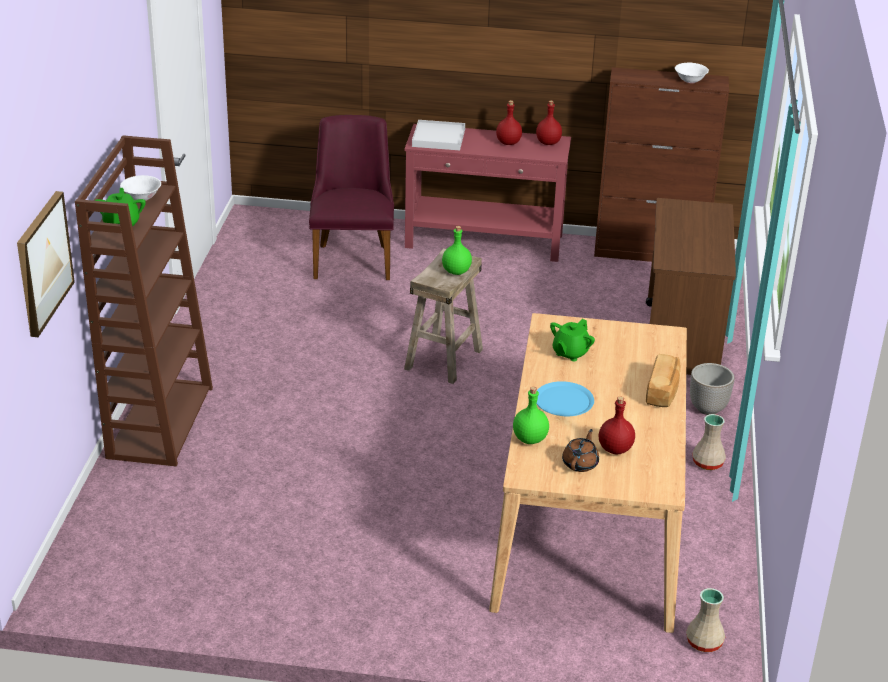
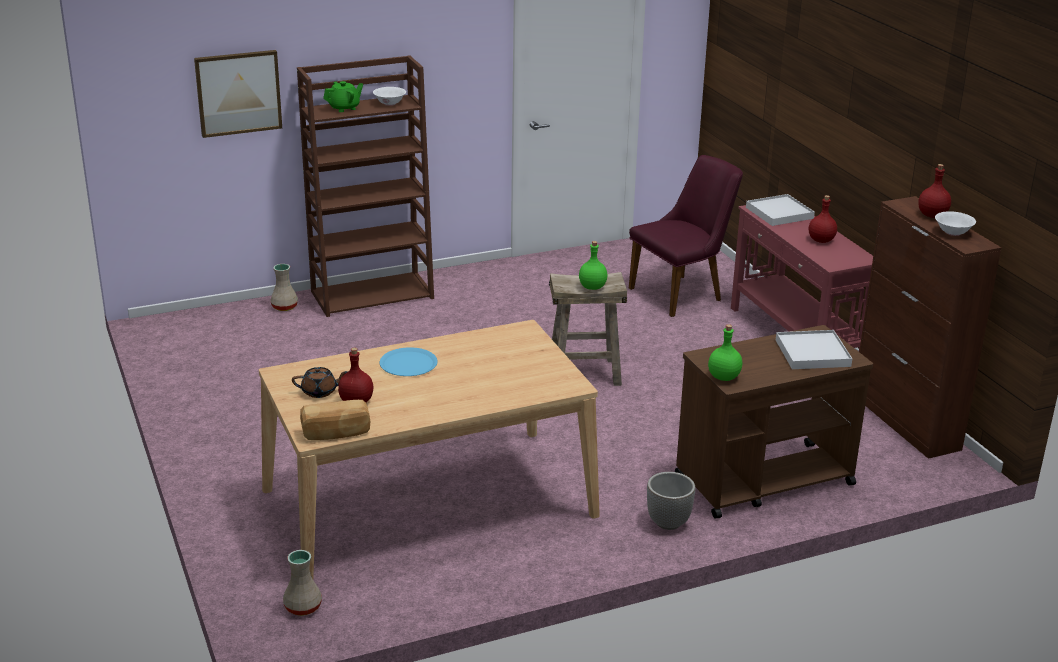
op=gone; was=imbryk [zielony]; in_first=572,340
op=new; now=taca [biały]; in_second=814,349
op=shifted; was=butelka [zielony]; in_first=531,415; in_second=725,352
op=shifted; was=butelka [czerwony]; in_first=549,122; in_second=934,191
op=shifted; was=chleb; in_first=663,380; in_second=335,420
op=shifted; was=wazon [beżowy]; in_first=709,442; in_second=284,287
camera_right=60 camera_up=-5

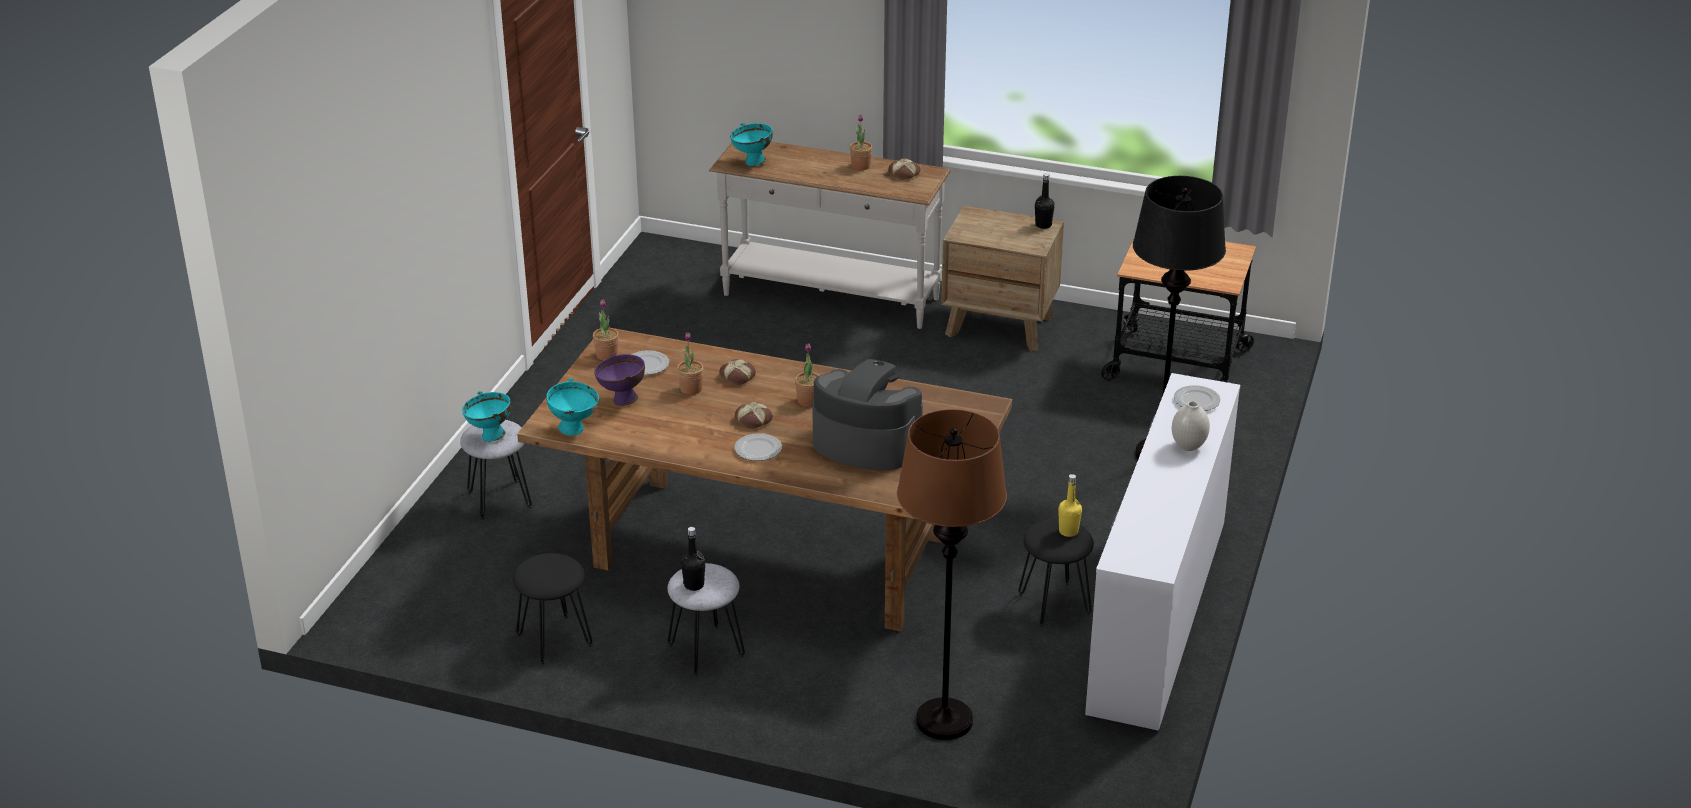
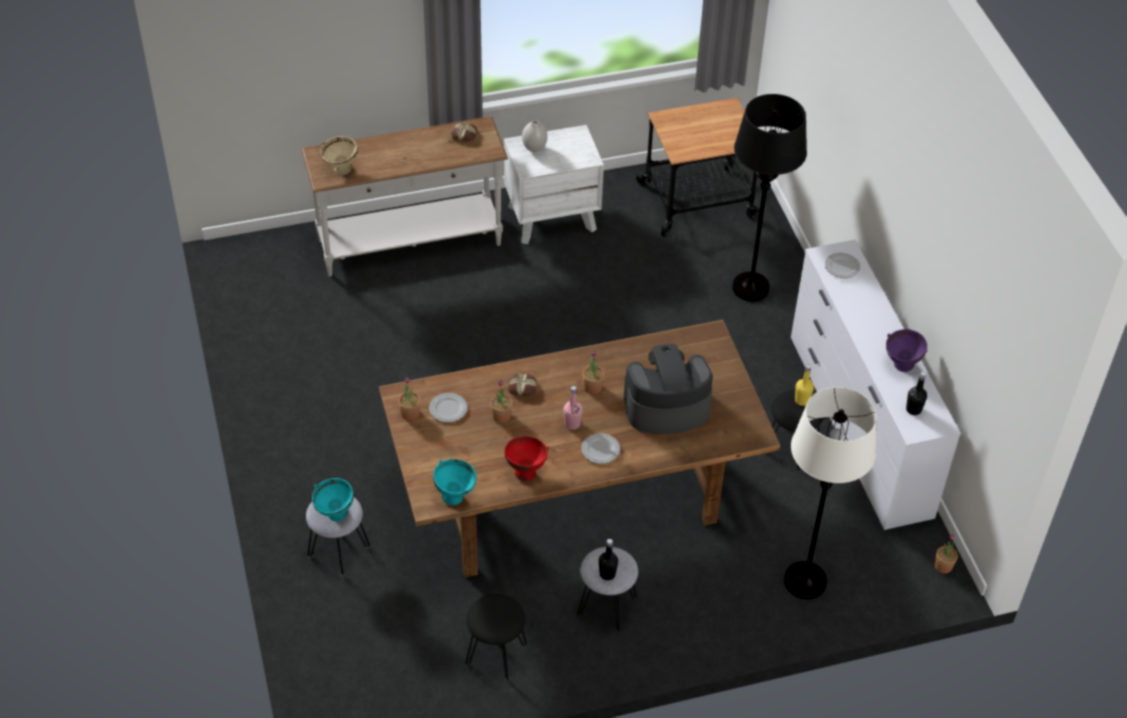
op=new; now=miska [czerwony]; in_second=526,458
op=shifted; was=miska [fioletowy]; in_first=619,379; in_second=906,350
op=shifted; was=roślina doniczkowa; in_first=861,142; in_second=946,554
op=shifted; was=butelka [czarny]; in_first=1045,201; in_second=916,393
op=shifted; was=wazon [biały]; in_first=1191,426; in_second=535,136
op=swapped; was=chleb; now=butelka [różowy]; in_first=754,415; in_second=573,408
op=repainted; was=miska [turkusowy]; now=miska [beżowy]; in_first=751,144; in_second=339,156
op=repainted; was=lampa stojąca [brązowy]; now=lampa stojąca [biały]; in_first=952,574; in_second=830,493
op=repainted; was=szafka nocna [brązowy]; now=szafka nocna [biały]; in_first=1002,278; in_second=554,184
camera_right=-35 camera_up=15

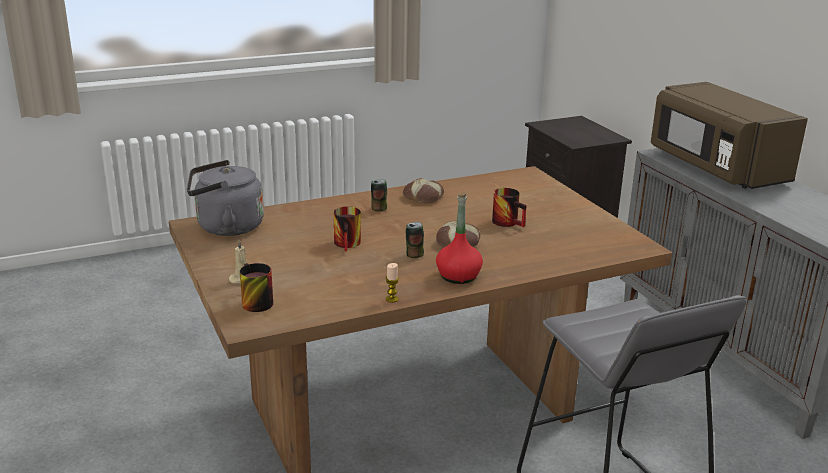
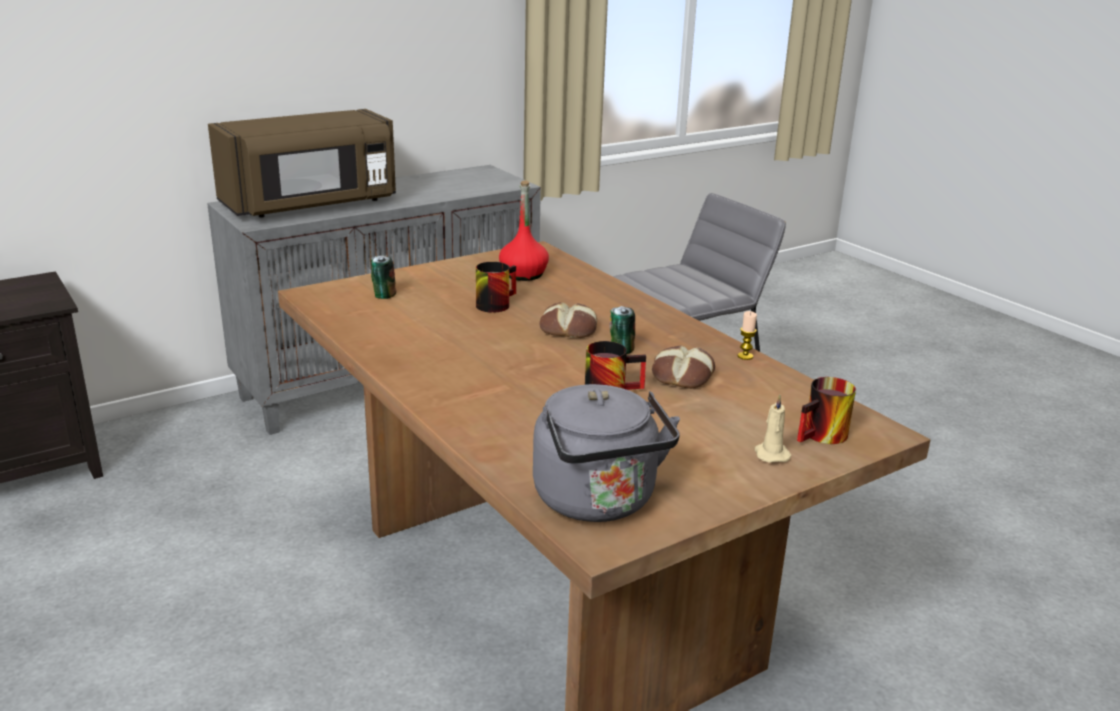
op=shifted; was=puszka; in_first=379,195; in_second=383,277
op=shifted; was=chleb; in_first=423,190; in_second=683,367
op=shifted; was=butelka [czerwony]; in_first=459,238; in_second=524,230
camera_right=-100 camera_up=0

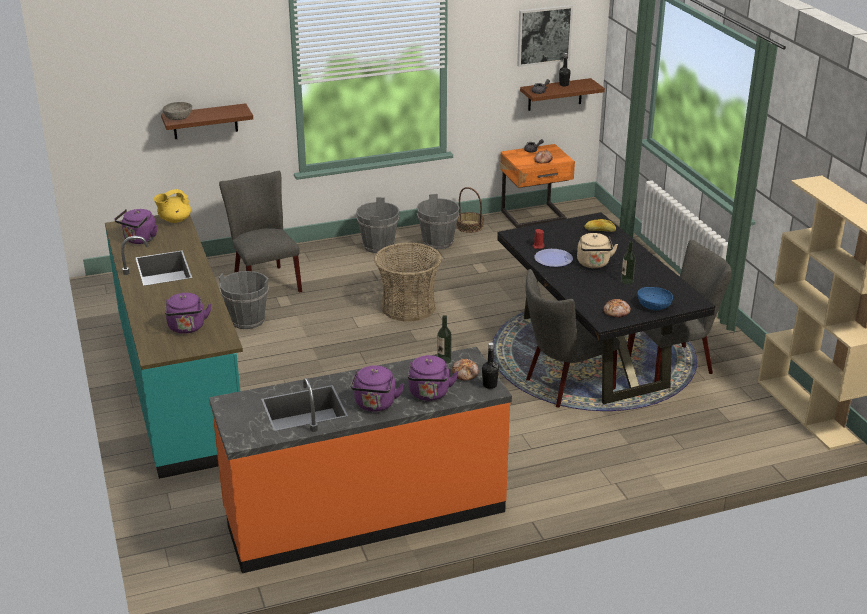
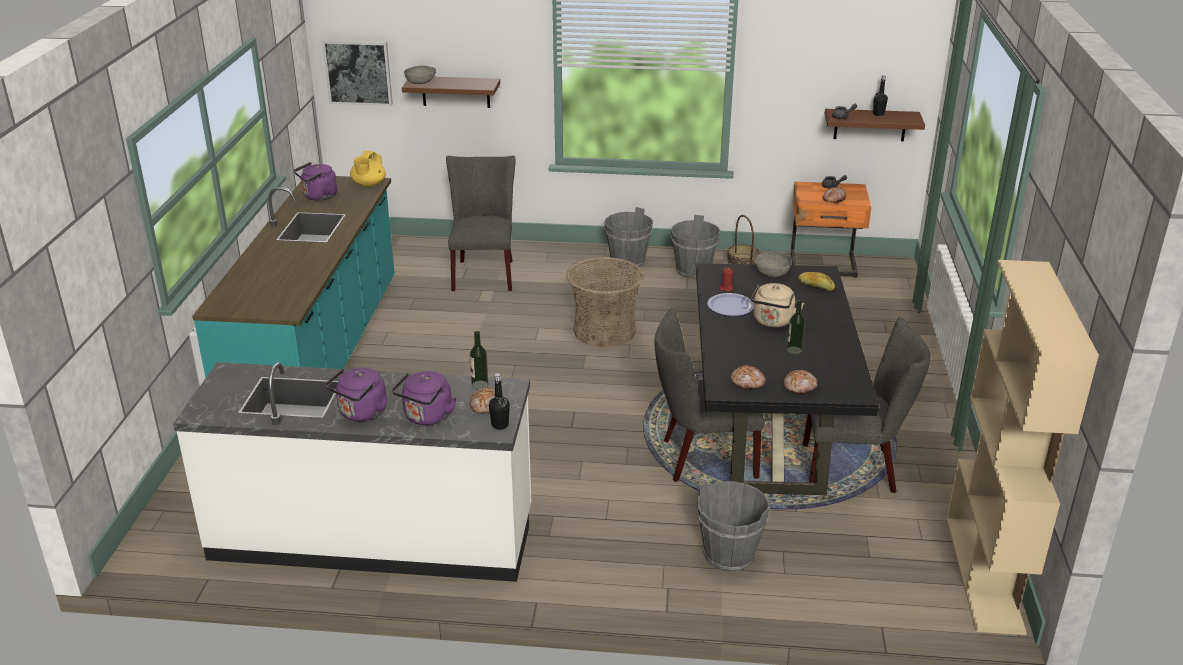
op=gone; was=czajnik [fioletowy]; in_first=188,313
op=new; now=miska [szary]; in_second=773,264
op=shifted; was=wiadro [szary]; in_first=244,300; in_second=733,526
op=shifted; was=obraz; in_first=545,36; in_second=357,73
op=swapped; was=miska [niebieski]; now=chleb; in_first=655,298; in_second=800,382
op=repainted; was=zabudowa kuchenna [pomarańczowy]; now=zabudowa kuchenna [biały]; in_first=360,460; in_second=352,472
op=rotated; was=imbryk [żółty]; in_first=172,206; in_second=368,169; clockwise=-60
camera_right=25 camera_up=0

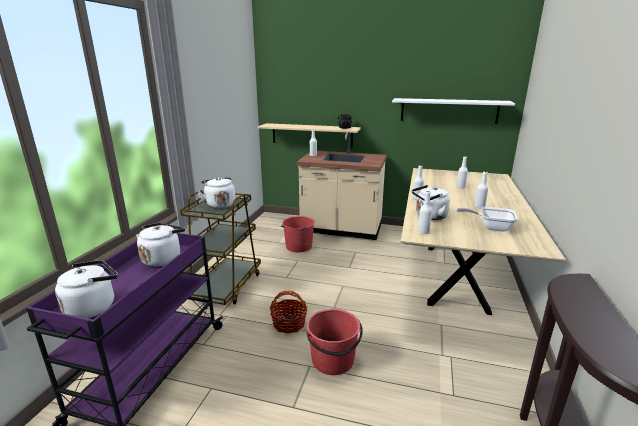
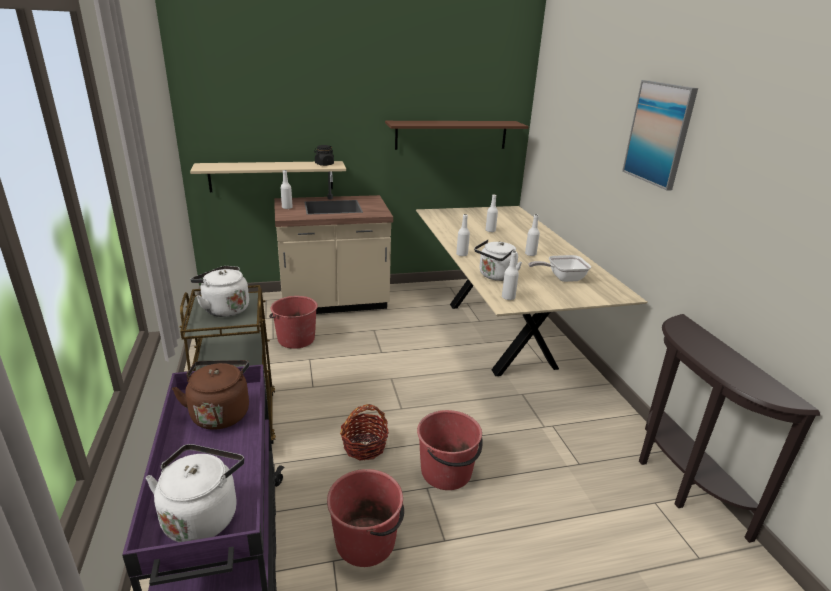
op=new; now=wiadro [czerwony]; in_second=365,518
op=new; now=obraz; in_second=660,135
op=repainted; was=czajnik [biały]; now=czajnik [brązowy]; in_first=160,245; in_second=210,394
op=repainted; was=półka [biały]; now=półka [brązowy]; in_first=453,111; in_second=456,135
camera_right=-30 camera_up=5

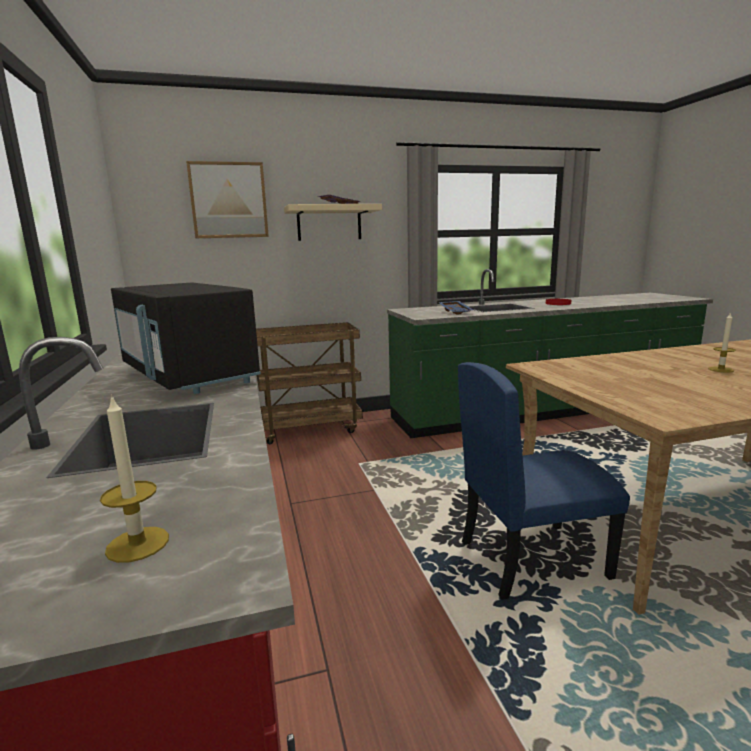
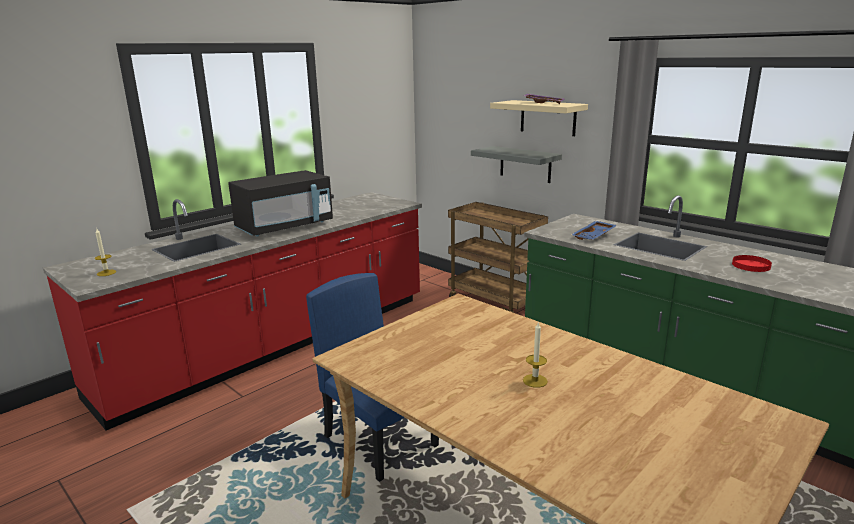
op=gone; was=obraz; in_first=227,199
op=new; now=półka [szary]; in_second=516,164
op=rotated; was=mikrofalówka [czarny]; in_first=186,338; in_second=280,203; clockwise=-150
camera_right=60 camera_up=5

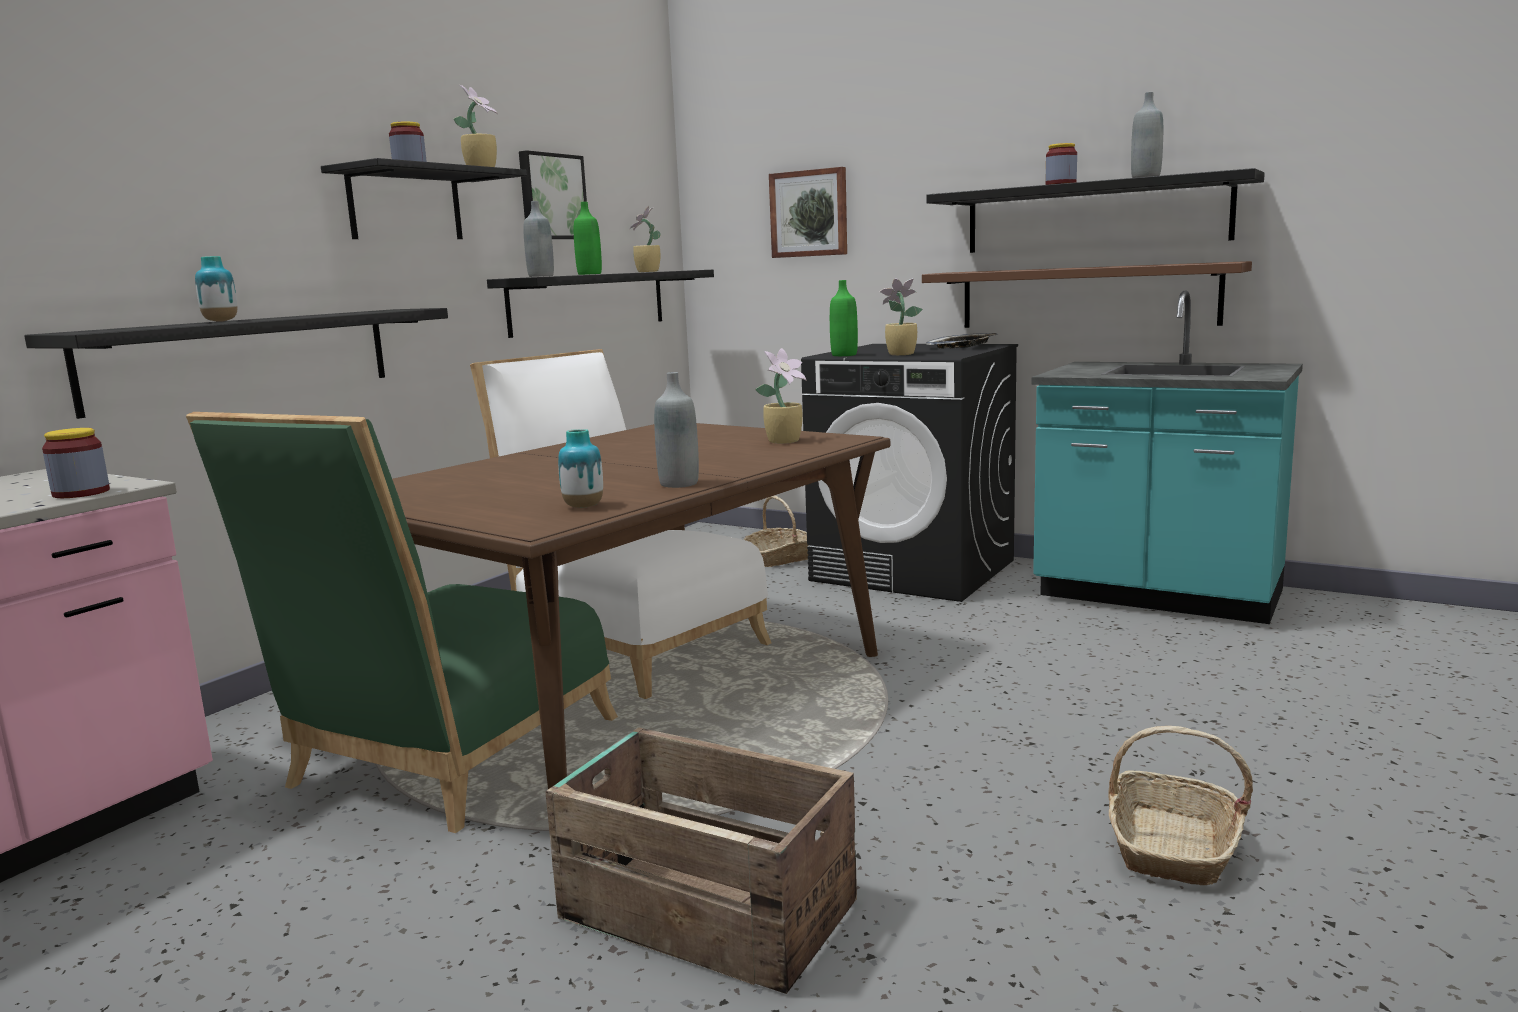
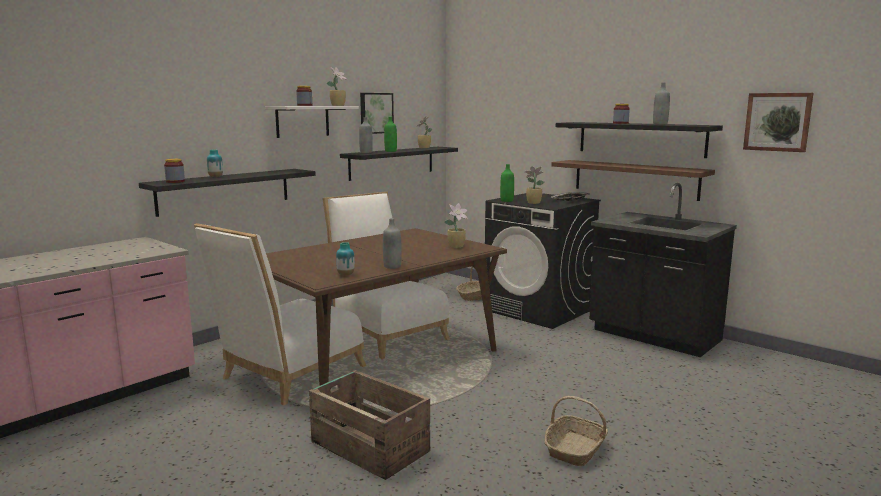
op=shifted; was=słoik; in_first=76,463; in_second=174,171
op=shifted; was=obraz; in_first=808,212; in_second=778,122
op=repainted; was=krzesło [zielony]; now=krzesło [biały]; in_first=402,622; in_second=280,314
op=repainted; was=półka [czarny]; now=półka [biały]; in_first=424,198; in_second=312,122
op=repainted; was=zabudowa kuchenna [turkusowy]; now=zabudowa kuchenna [czarny]; in_first=1167,457; in_second=663,270
camera_right=10 camera_up=0

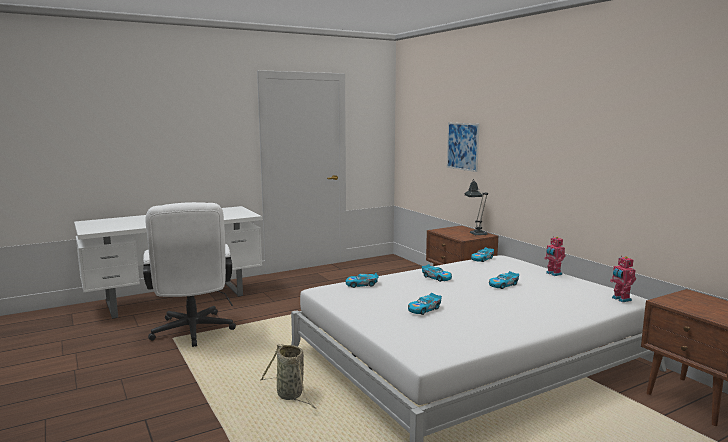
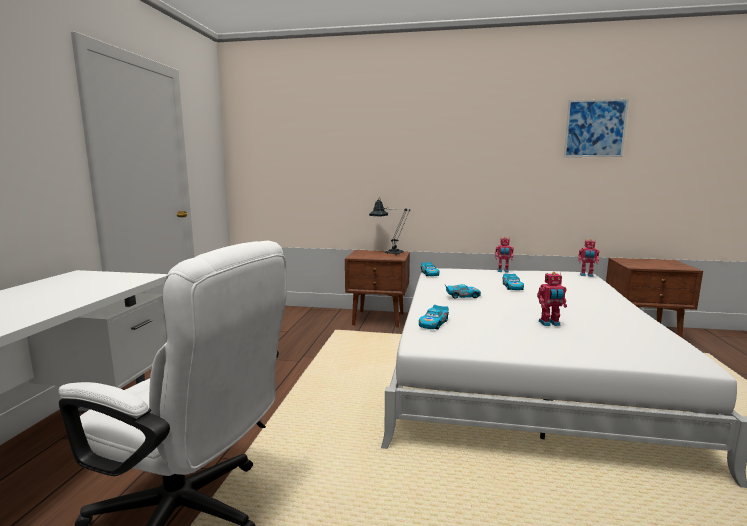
op=gone; was=koszyk; in_first=288,376
op=shifted; was=obraz; in_first=463,147; in_second=596,128
op=swapped; was=samochodzik; now=robot zabawkowy; in_first=425,304; in_second=552,299
camera_right=-50 camera_up=0

